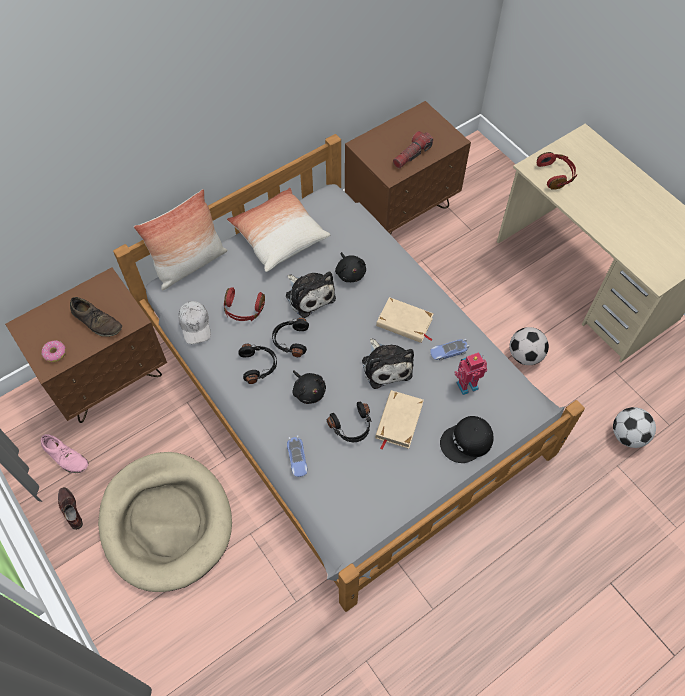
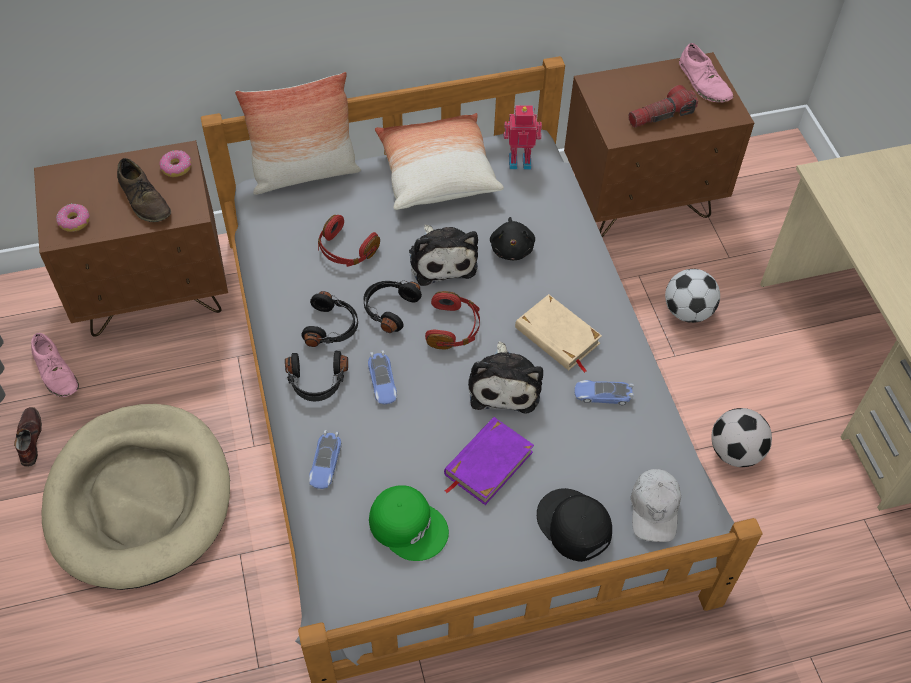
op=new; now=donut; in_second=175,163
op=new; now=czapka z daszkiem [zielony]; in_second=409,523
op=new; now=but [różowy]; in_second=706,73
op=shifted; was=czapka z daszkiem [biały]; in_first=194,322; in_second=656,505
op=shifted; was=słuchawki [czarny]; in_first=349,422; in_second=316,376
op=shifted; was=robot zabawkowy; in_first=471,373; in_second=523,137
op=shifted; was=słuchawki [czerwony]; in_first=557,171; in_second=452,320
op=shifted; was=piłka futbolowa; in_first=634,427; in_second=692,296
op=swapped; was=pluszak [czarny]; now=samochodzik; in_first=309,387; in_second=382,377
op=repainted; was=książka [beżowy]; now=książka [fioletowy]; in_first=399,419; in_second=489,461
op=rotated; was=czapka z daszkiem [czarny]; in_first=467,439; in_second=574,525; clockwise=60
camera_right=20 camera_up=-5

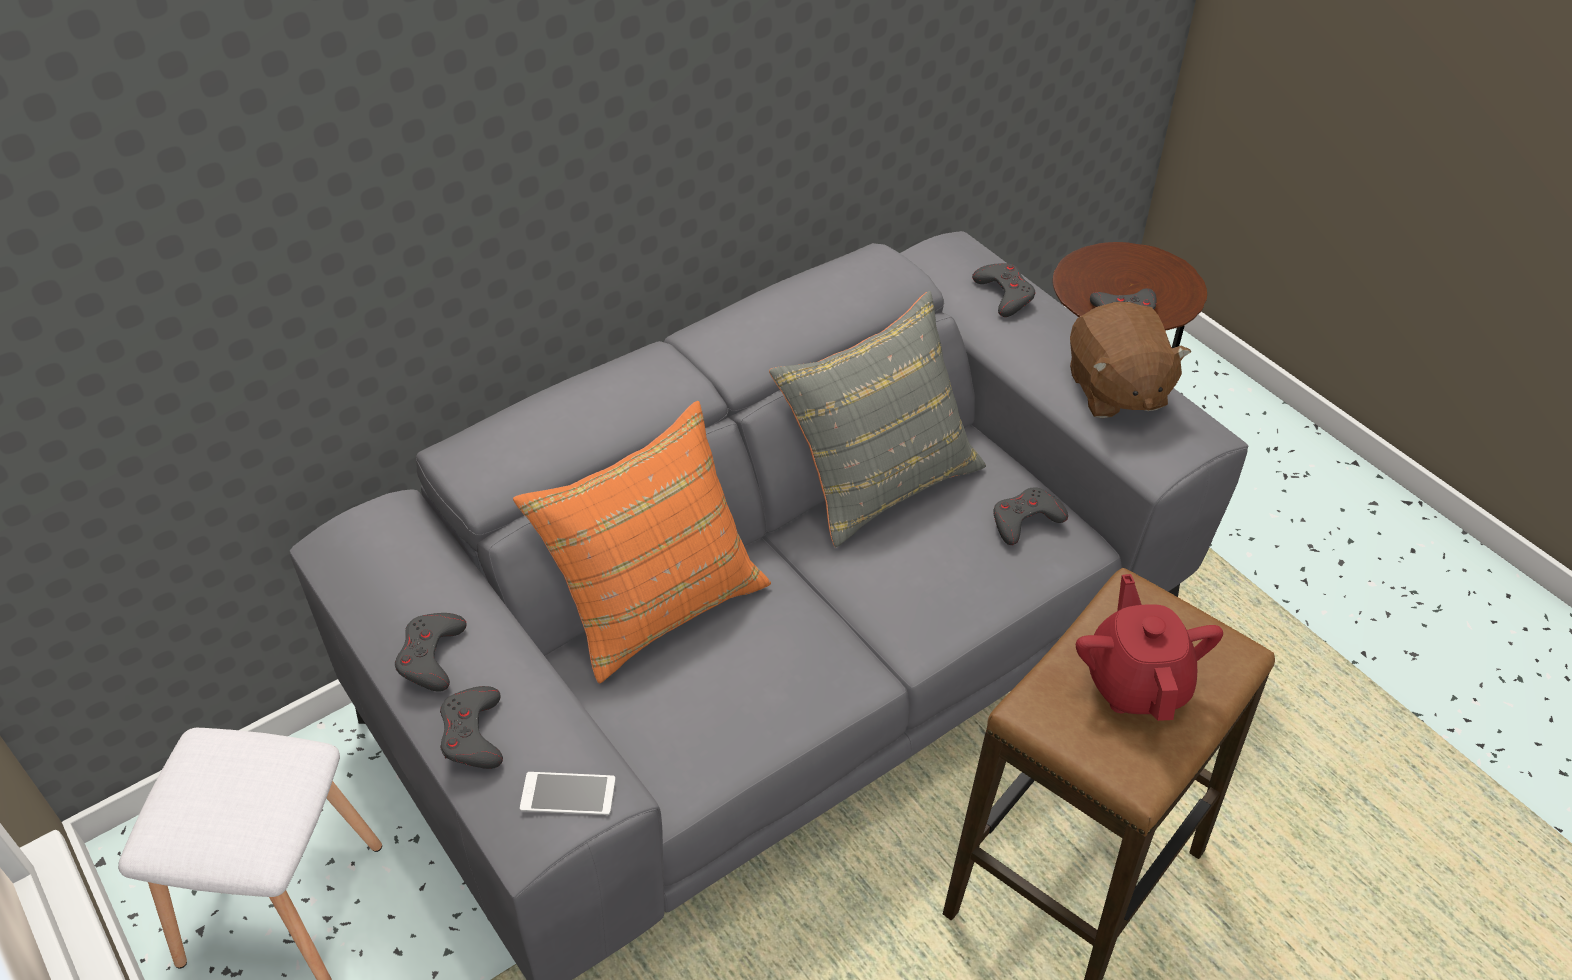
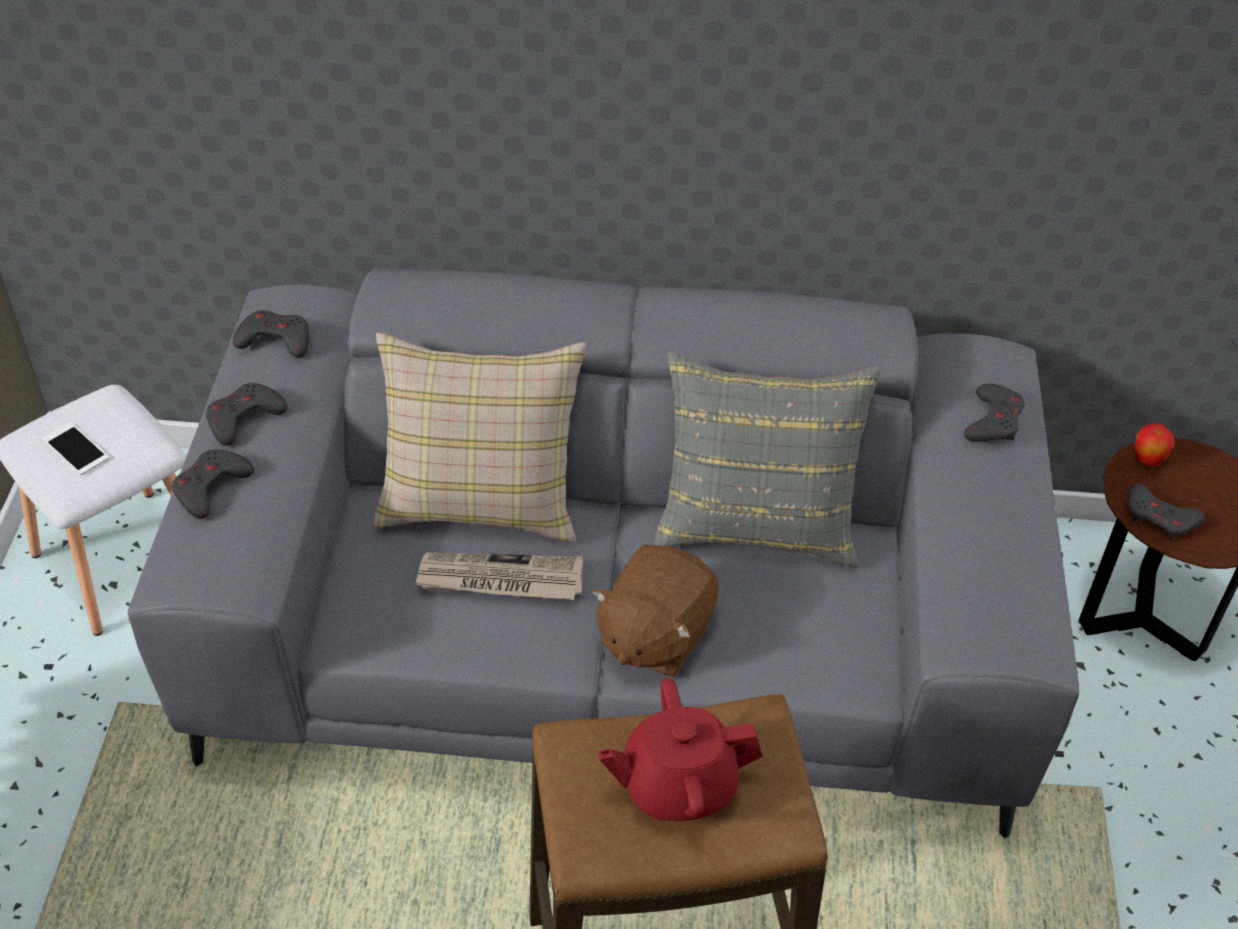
op=new; now=gazeta; in_second=499,576
op=new; now=jabłko; in_second=1154,445
op=shifted; was=telefon; in_first=567,793; in_second=75,448
op=shifted; was=pad do gier [szary]; in_first=1030,516; in_second=271,334
op=shifted; was=pluszak [brązowy]; in_first=1130,360; in_second=655,611
op=repainted; was=poduszka [pomarańczowy]; now=poduszka [beżowy]; in_first=642,542; in_second=480,437
op=rotated; was=imbryk [czerwony]; in_first=1149,647; in_second=680,749; clockwise=-135
camera_right=40 camera_up=0

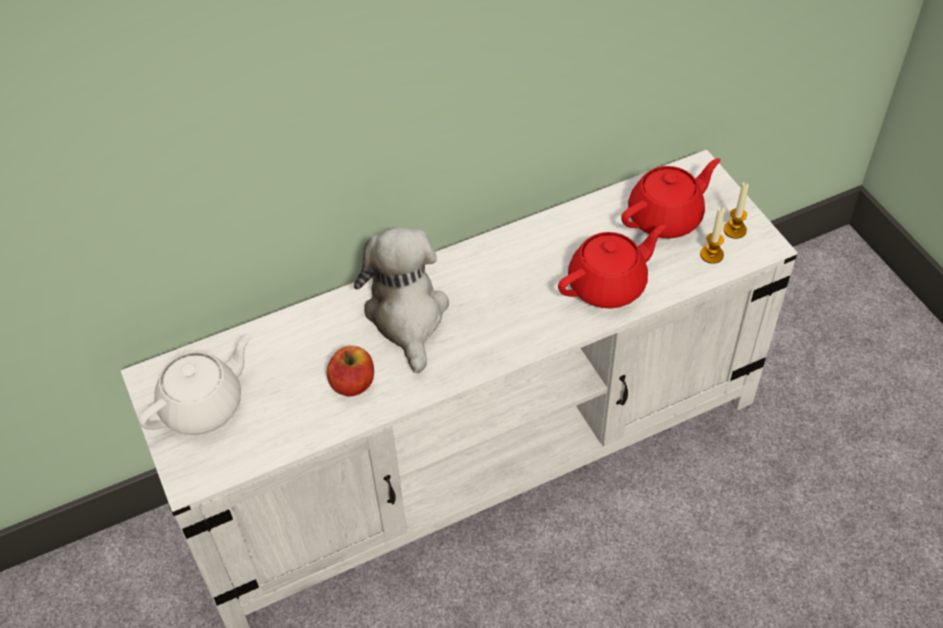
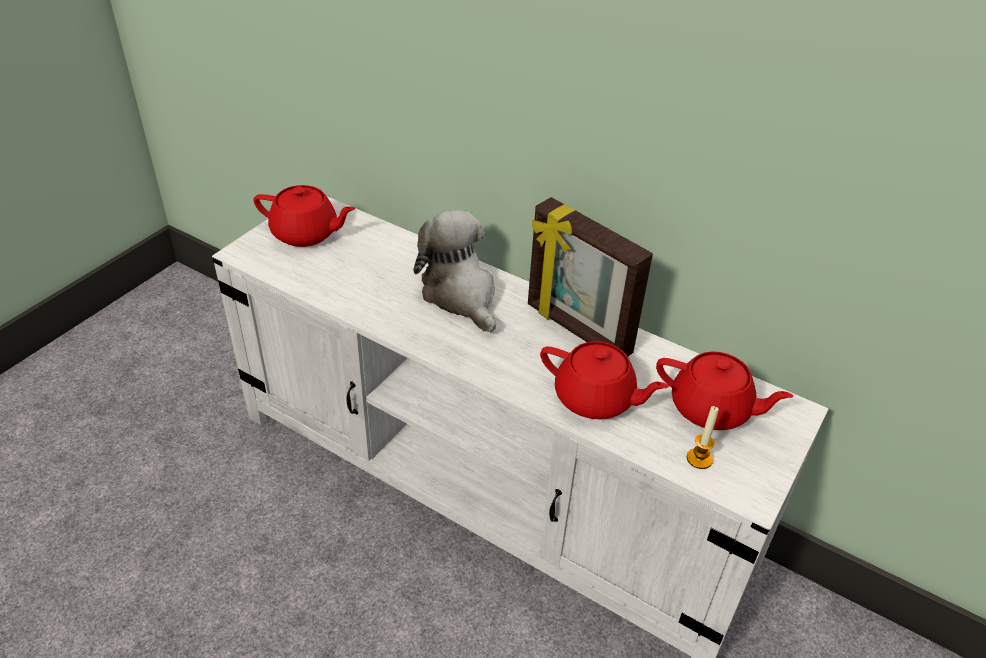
op=gone; was=jabłko; in_first=350,371
op=gone; was=świeca; in_first=736,210
op=new; now=ramka na zdjęcie; in_second=590,276
op=repainted; was=imbryk [biały]; now=imbryk [czerwony]; in_first=194,385; in_second=304,216
op=rotated; was=pluszak; in_first=401,300; in_second=455,271; clockwise=-75
camera_right=55 camera_up=-10

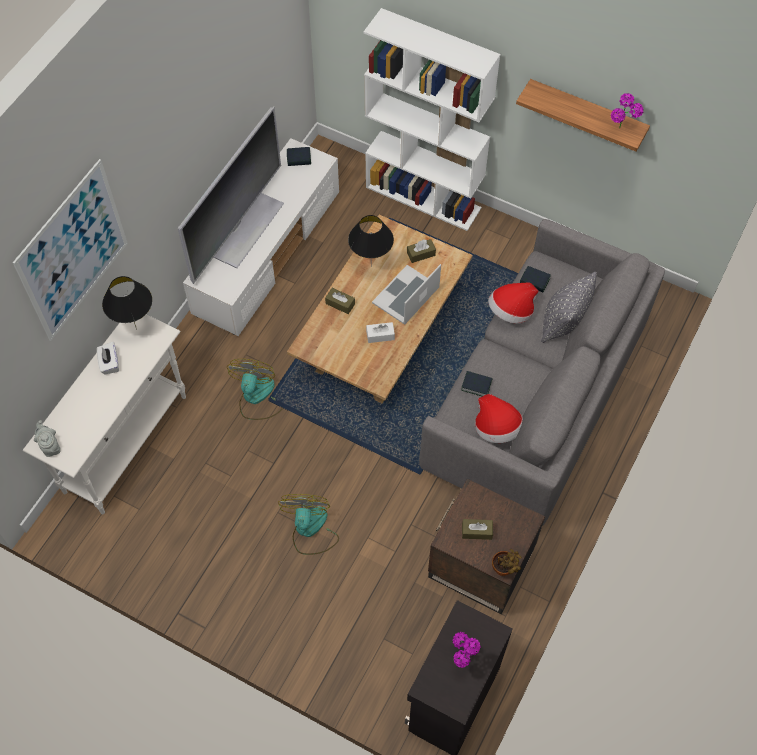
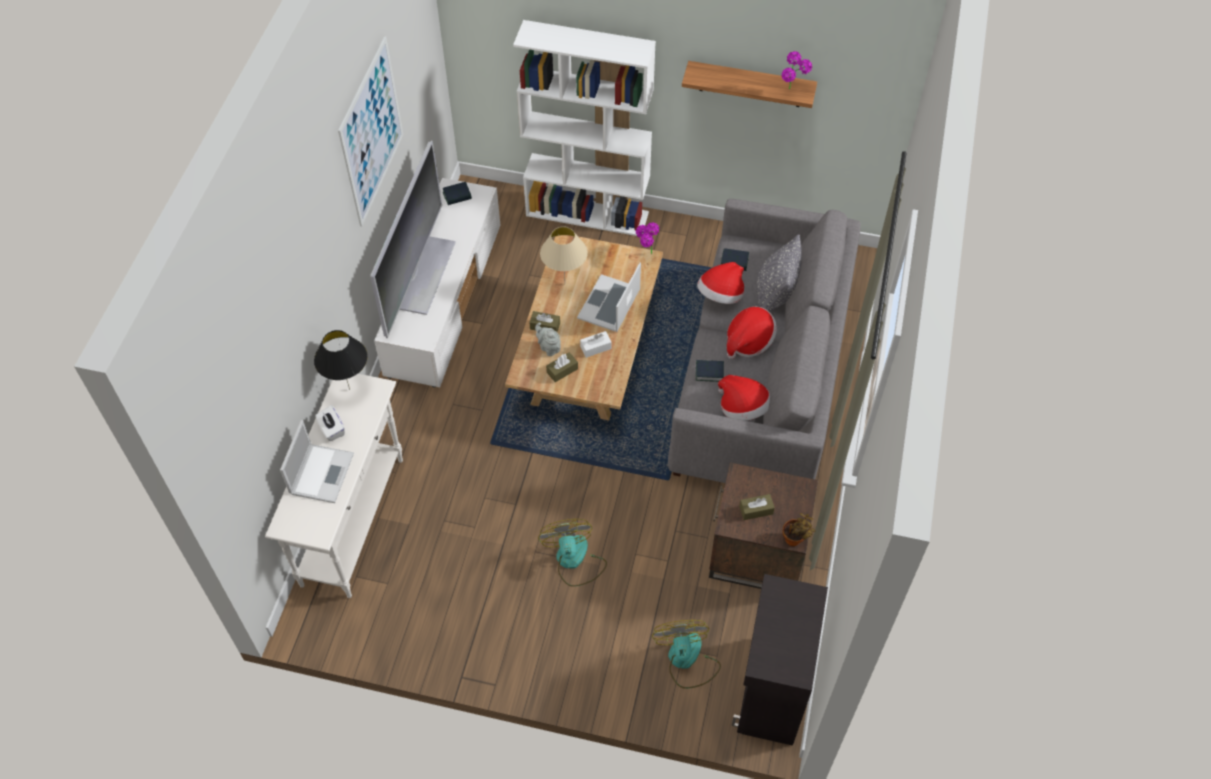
op=new; now=laptop; in_second=317,461
op=new; now=kapelusz; in_second=752,332
op=shifted; was=obraz; in_first=70,250; in_second=370,131
op=shifted; was=imbryk [szary]; in_first=47,438; in_second=548,339
op=shifted; was=wentylator; in_first=255,389; in_second=686,654
op=shifted; was=pudełko chusteczek [brązowy]; in_first=421,251; in_second=562,367
op=shifted; was=roślina doniczkowa; in_first=466,650; in_second=647,238
op=repainted; was=lampa stołowa [czarny]; now=lampa stołowa [beżowy]; in_first=371,236; in_second=564,252
camera_right=-15 camera_up=-5

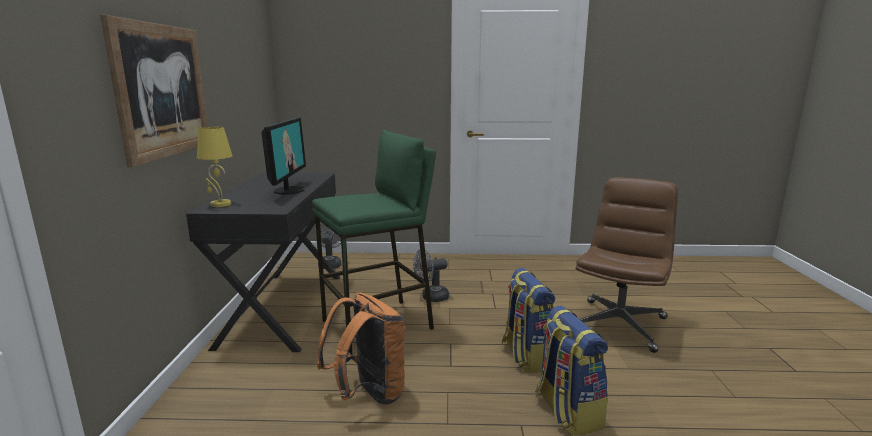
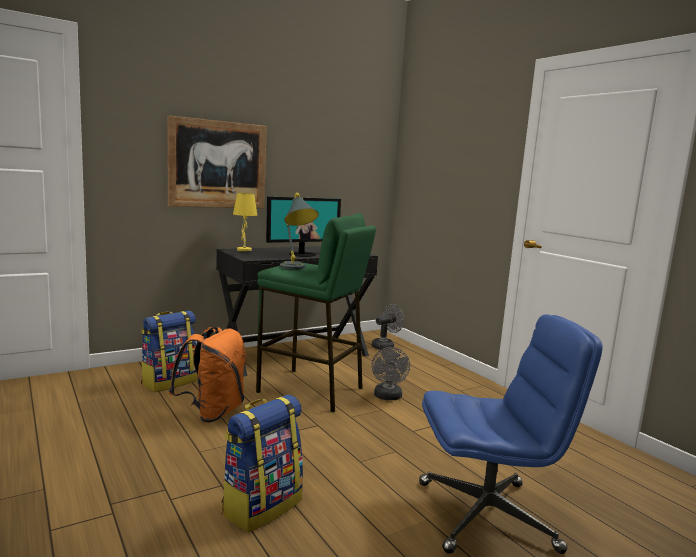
op=new; now=lampa stołowa [szary]; in_second=299,231
op=shifted; was=plecak; in_first=528,320; in_second=169,351
op=repainted; was=krzesło biurowe [brązowy]; now=krzesło biurowe [niebieski]; in_first=627,265; in_second=511,434
op=rotated; was=wentylator [szary]; in_first=431,275; in_second=390,373; clockwise=-120
camera_right=55 camera_up=-5

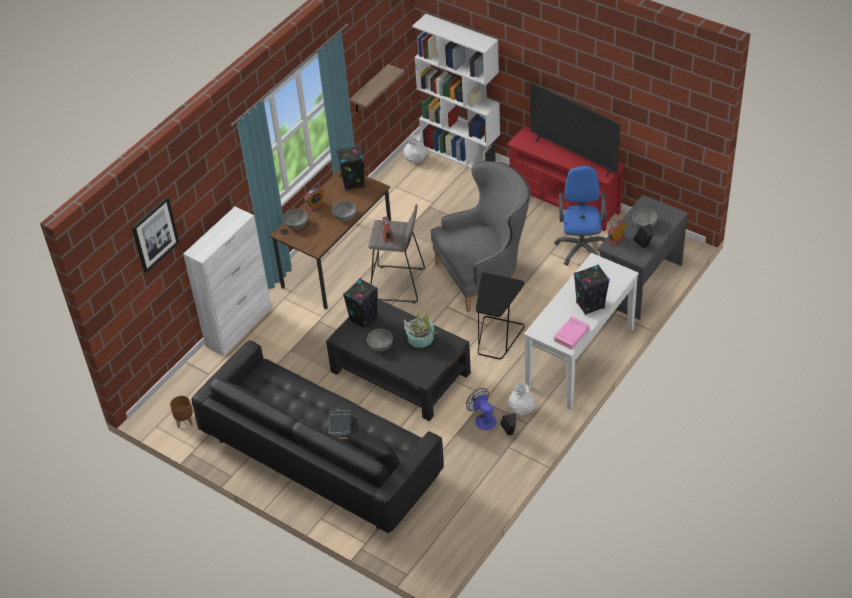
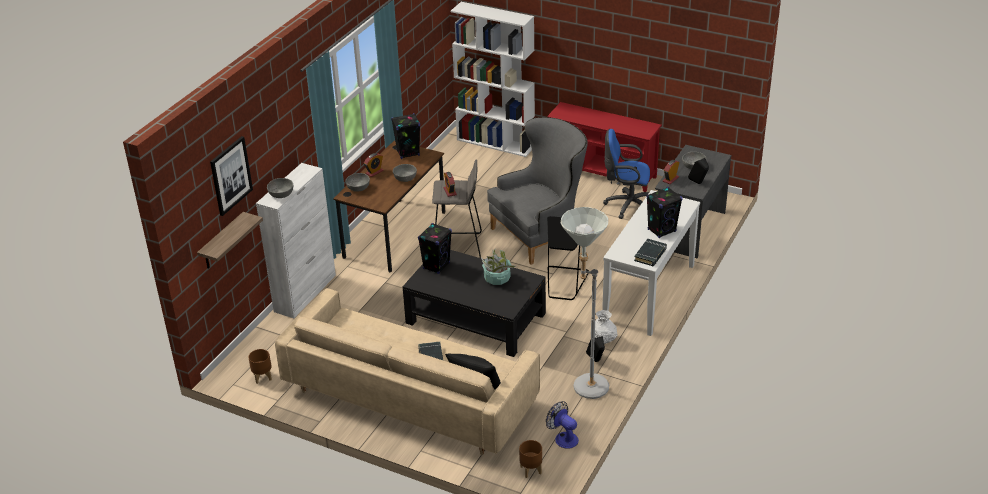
op=gone; was=wazon [biały]; in_first=415,149
op=gone; was=telewizor; in_first=575,129
op=new; now=donica [brązowy]; in_second=530,459
op=new; now=lampa stojąca [szary]; in_second=585,303
op=shifted; was=półka; in_first=377,88; in_second=230,240
op=shifted; was=miska [szary]; in_first=380,340; in_second=280,188
op=shifted; was=wentylator; in_first=481,409; in_second=562,425
op=repainted; was=kanapa [czarny]; now=kanapa [beżowy]; in_first=317,437; in_second=407,371
op=repainted; was=książka [różowy]; now=książka [czarny]; in_first=572,333; in_second=650,252
op=rotated; was=krzesło biurowe [niebieski]; in_first=580,215; in_second=626,174; clockwise=-75
camera_right=-10 camera_up=-10

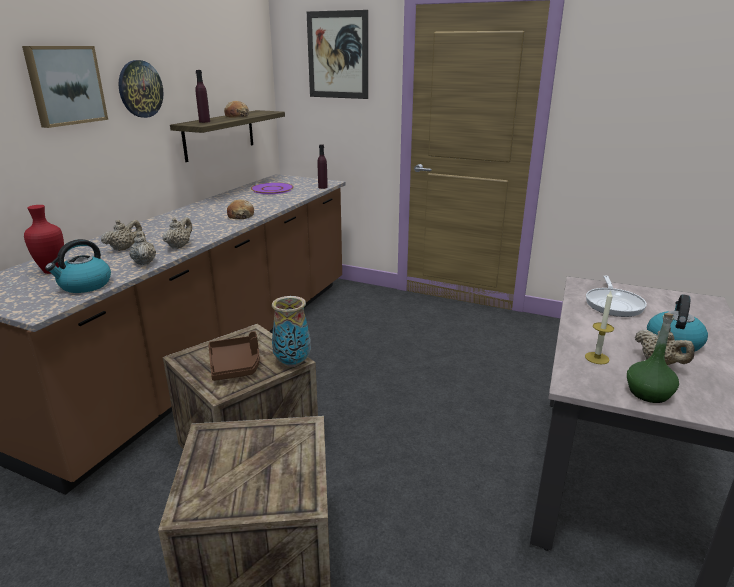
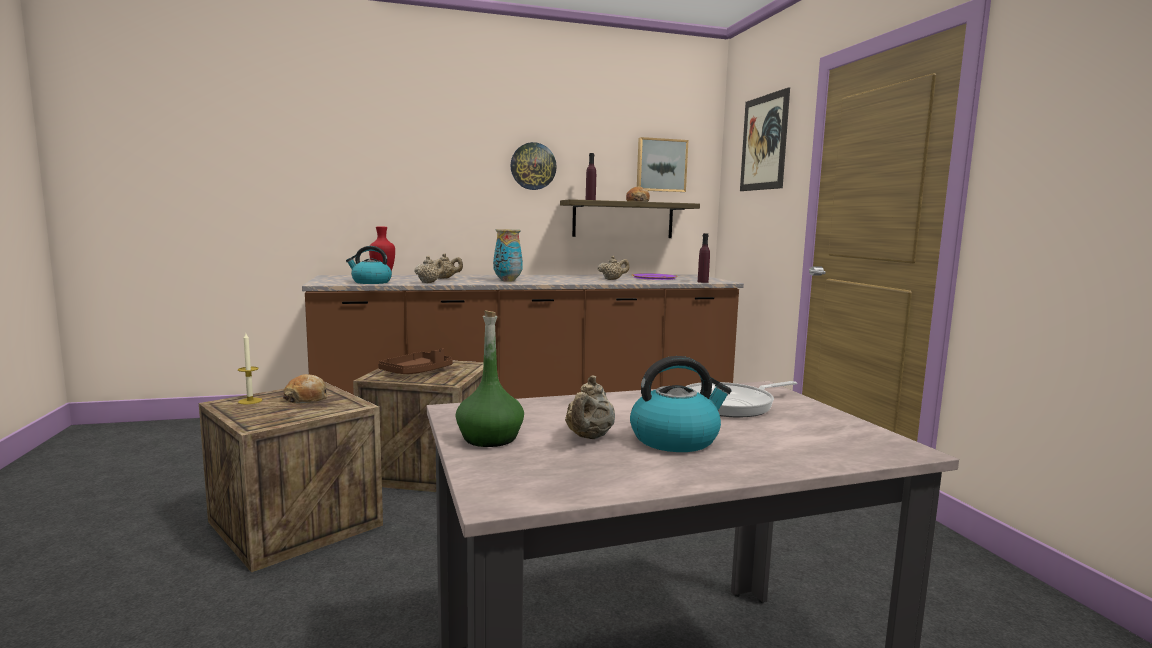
op=shifted; was=obraz; in_first=65,87; in_second=663,164
op=shifted; was=imbryk [beżowy]; in_first=177,233; in_second=613,268
op=shifted; was=chleb; in_first=240,209; in_second=305,389
op=shifted; was=wazon; in_first=291,331; in_second=508,255
op=shifted; was=świeca; in_first=599,327; in_second=250,368
camera_right=50 camera_up=-15

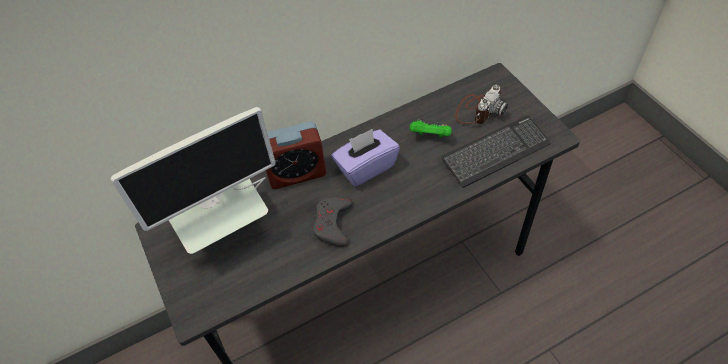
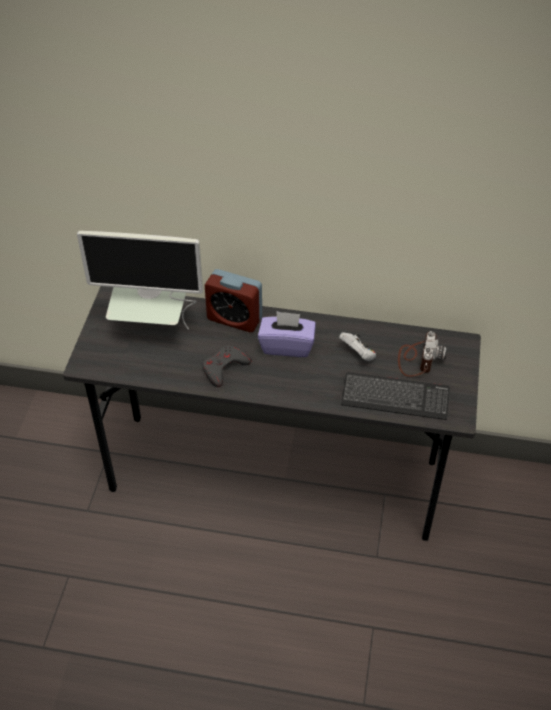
op=repainted; was=pad do gier [zielony]; now=pad do gier [biały]; in_first=430,128; in_second=357,346
op=rotated; was=aparat fotograficzny; in_first=481,104; in_second=422,354; clockwise=-60
camera_right=35 camera_up=-5

